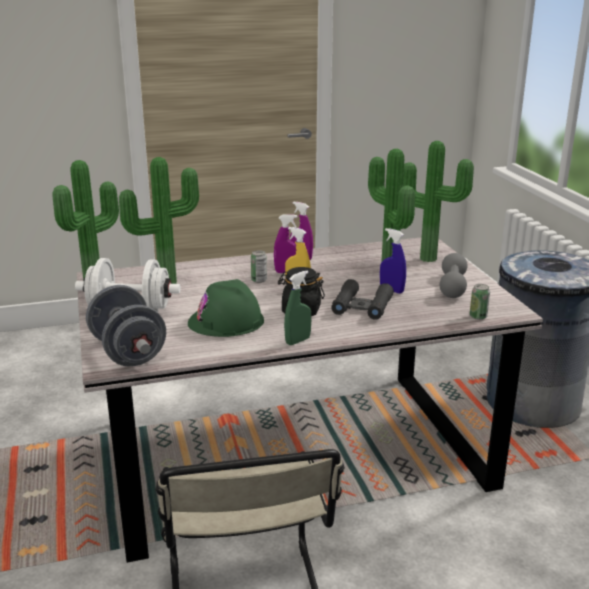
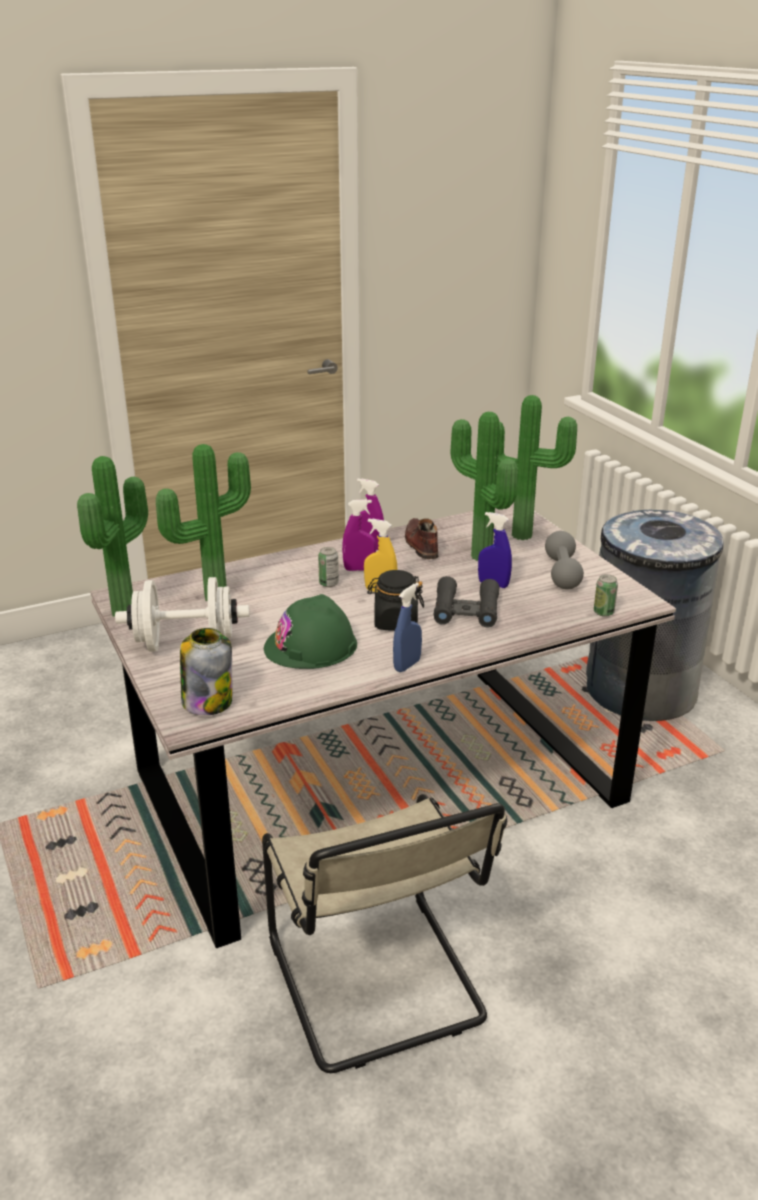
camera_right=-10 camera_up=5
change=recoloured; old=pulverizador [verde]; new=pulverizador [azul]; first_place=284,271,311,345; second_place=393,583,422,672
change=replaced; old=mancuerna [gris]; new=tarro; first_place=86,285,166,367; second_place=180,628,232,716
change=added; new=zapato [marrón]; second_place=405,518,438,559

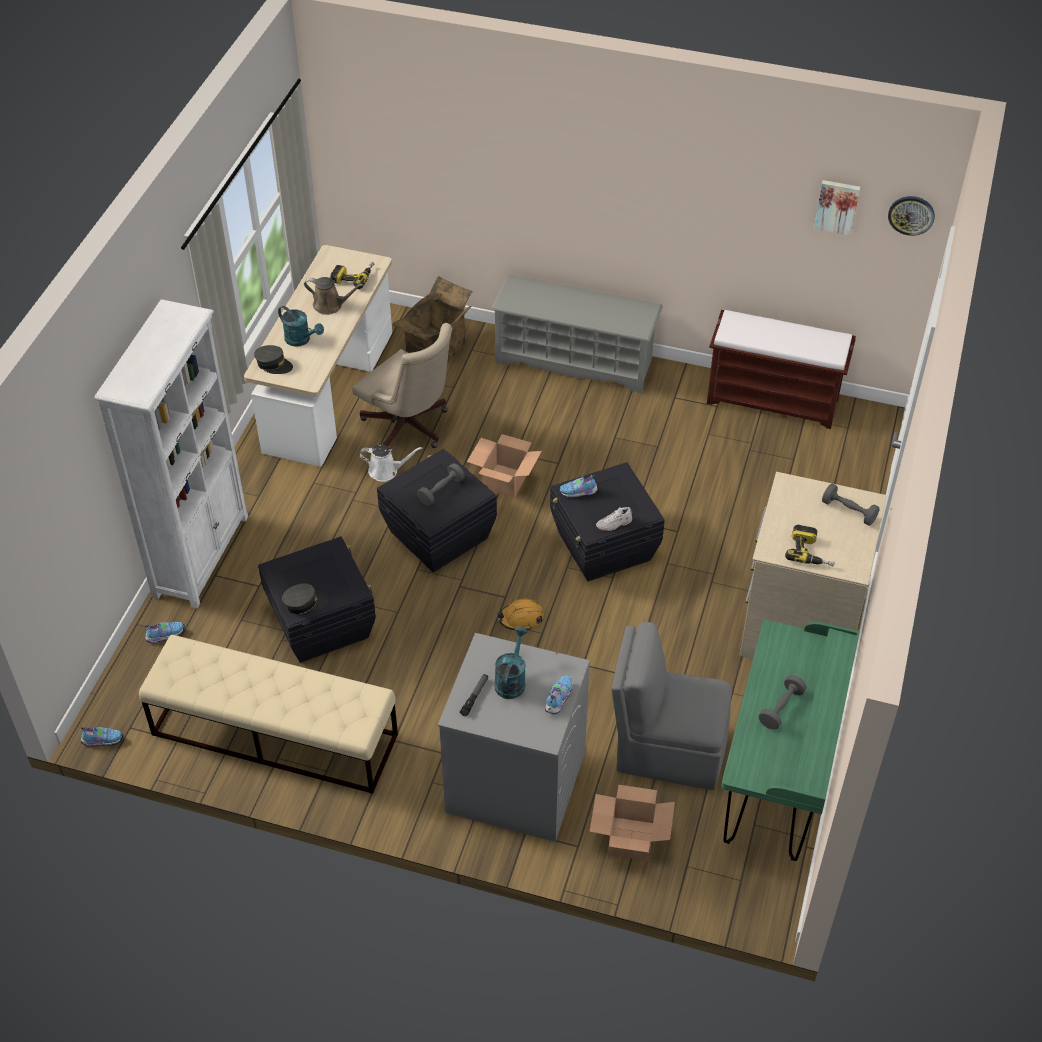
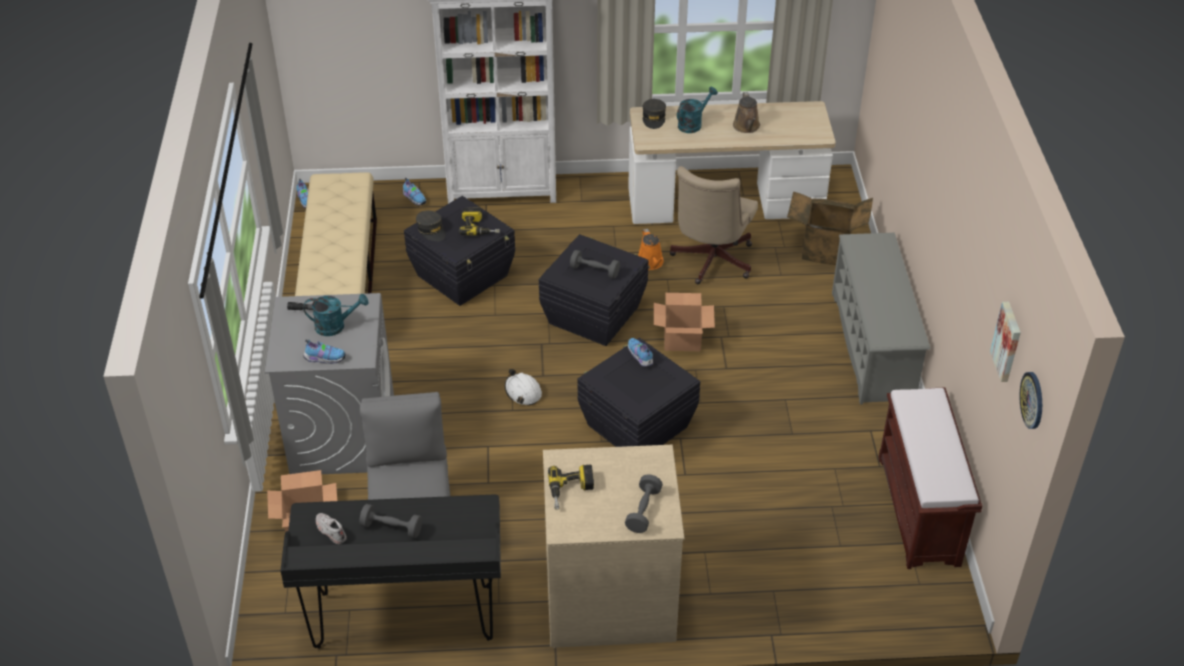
camera_right=70 camera_up=-5
change=moved; old=taladro; first_place=330,262,375,289; second_place=459,208,500,235
change=turned; old=regadera [turquesa]; first_place=278,306,324,347; second_place=677,87,718,133; degrees=-150
change=recoloured; old=regadera [blanco]; new=regadera [naranja]; first_place=359,445,422,482; second_place=638,229,664,270
change=moved; old=zapato [blanco]; first_place=596,507,632,531; second_place=316,513,347,544
change=recoloured; old=casco [naranja]; new=casco [blanco]; first_place=497,599,544,631; second_place=505,369,542,406
change=recoloured; old=escritorio [verde]; new=escritorio [negro]; first_place=721,620,860,861; second_place=280,494,501,648

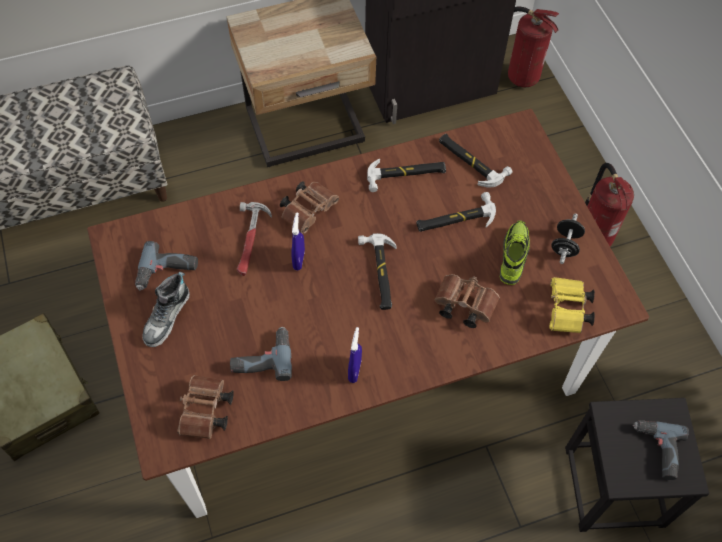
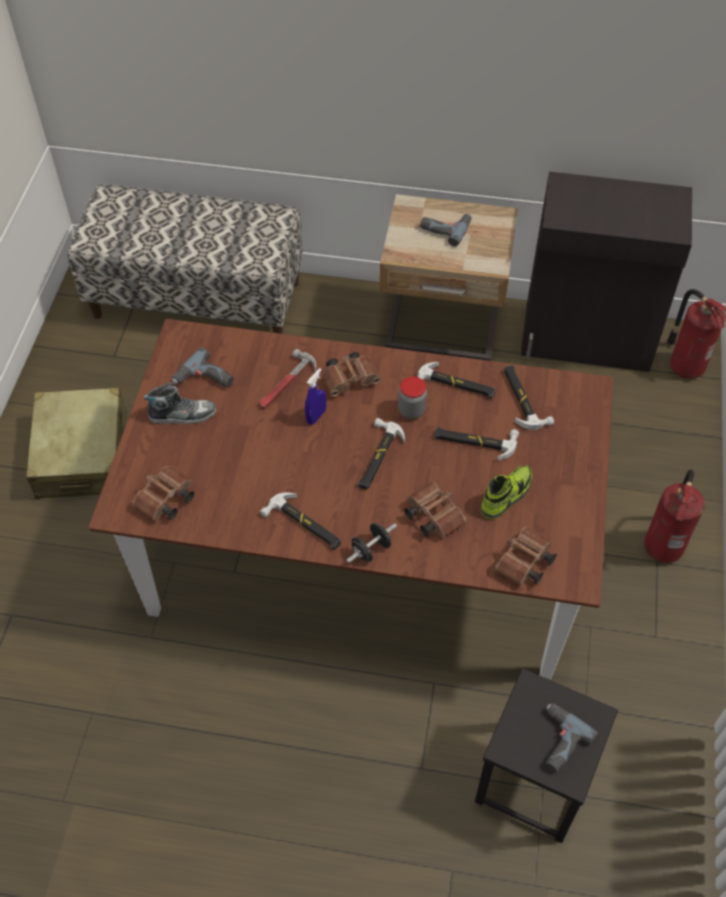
camera_right=30 camera_up=-5
change=moved; old=mancuerna [negro]; first_place=551,214,585,264; second_place=346,523,397,563
change=turned; old=zapato; first_place=142,272,190,347; second_place=144,383,216,424; degrees=-150
change=recoloured; old=prismáticos [amarillo]; new=prismáticos [marrón]; first_place=549,277,595,333; second_place=494,527,557,586
change=moved; old=taladro; first_place=230,327,292,381; second_place=420,214,472,246
change=replaced; old=pulverizador [azul]; new=martillo; first_place=348,327,362,383; second_place=260,492,341,550
change=added; new=tarro; second_place=398,376,427,419

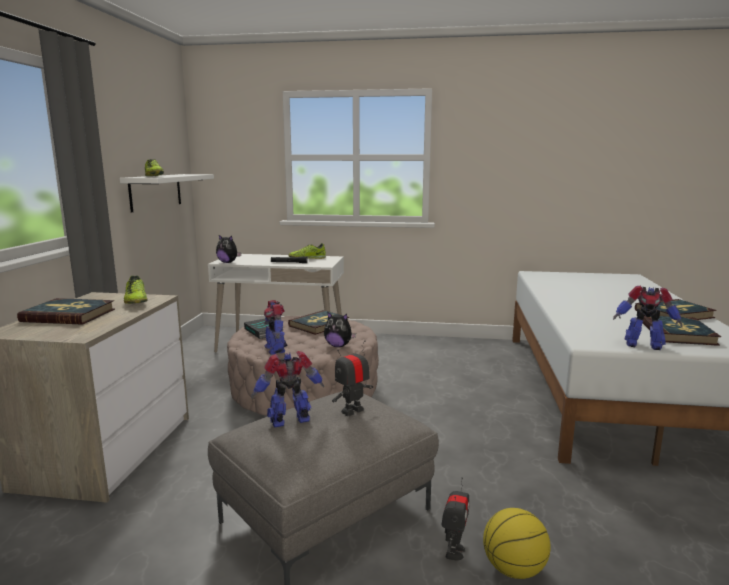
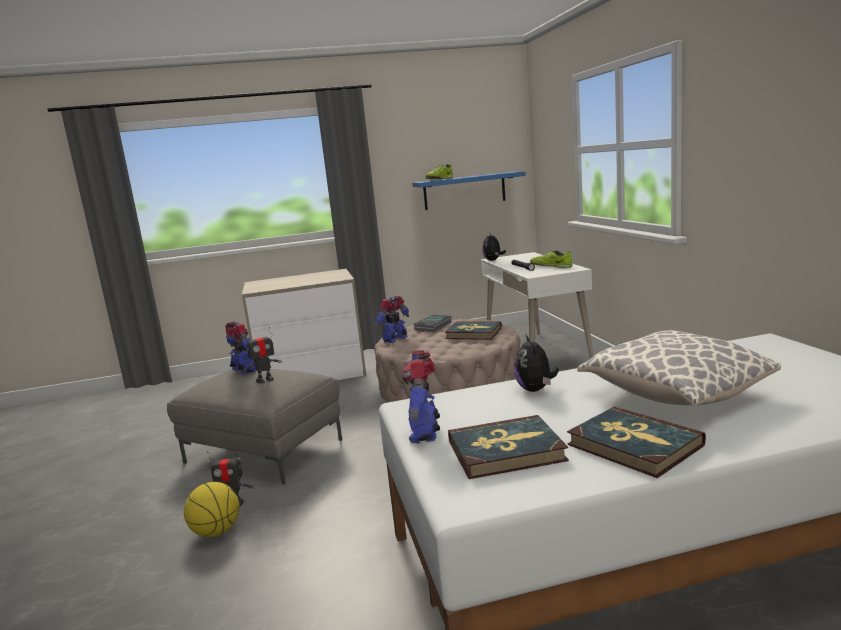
camera_right=70 camera_up=0
change=recoloured; old=estante [blanco]; new=estante [azul]; first_place=120,174,214,213; second_place=412,171,526,210
change=removed; old=zapato; first_place=124,276,147,304
change=removed; old=libro; first_place=17,298,115,325
change=moved; old=peluche; first_place=324,312,356,347; second_place=514,335,559,392
change=turned; old=robot de juguete; first_place=332,341,373,416; second_place=243,327,282,384; degrees=120
change=added; new=cojín; second_place=577,330,781,406

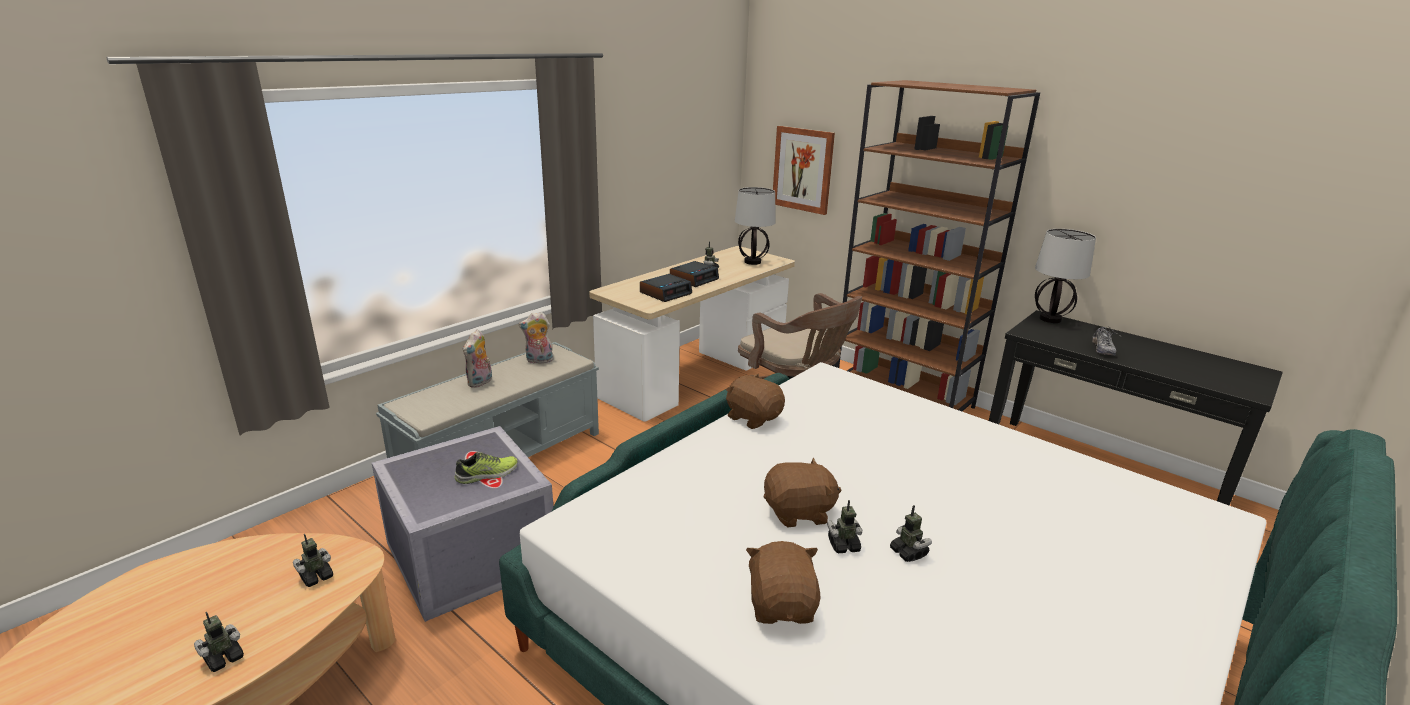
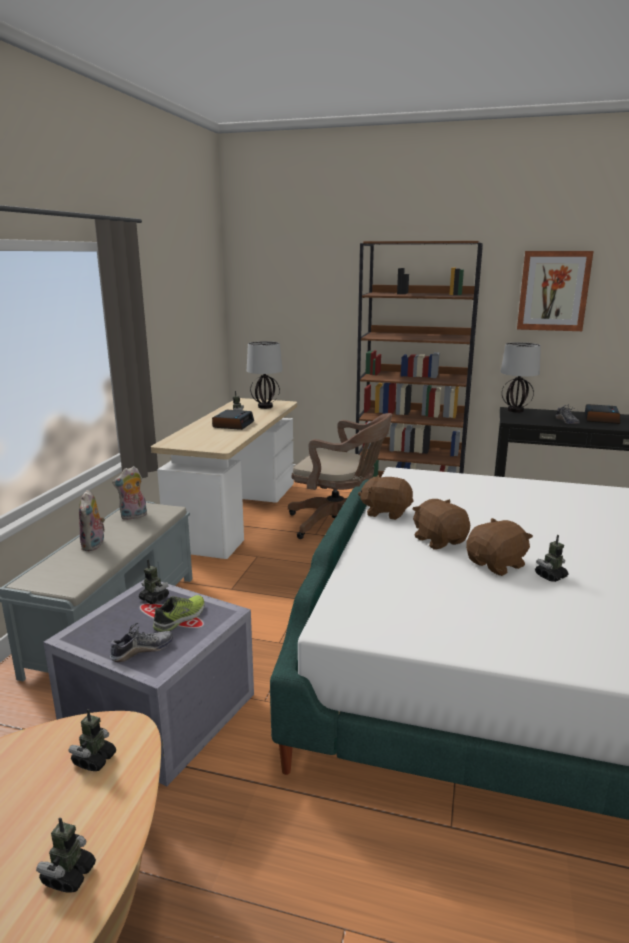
camera_right=-25 camera_up=-5
change=moved; old=cuadro; first_place=773,126,835,215; second_place=517,251,594,331
change=moved; old=despertador; first_place=640,274,692,302; second_place=585,404,621,424
change=moved; old=robot de juguete; first_place=890,505,932,562; second_place=139,559,169,604
change=moved; old=peluche [marrón]; first_place=746,541,821,624; second_place=413,499,470,549
change=added; new=zapato; second_place=109,623,173,662

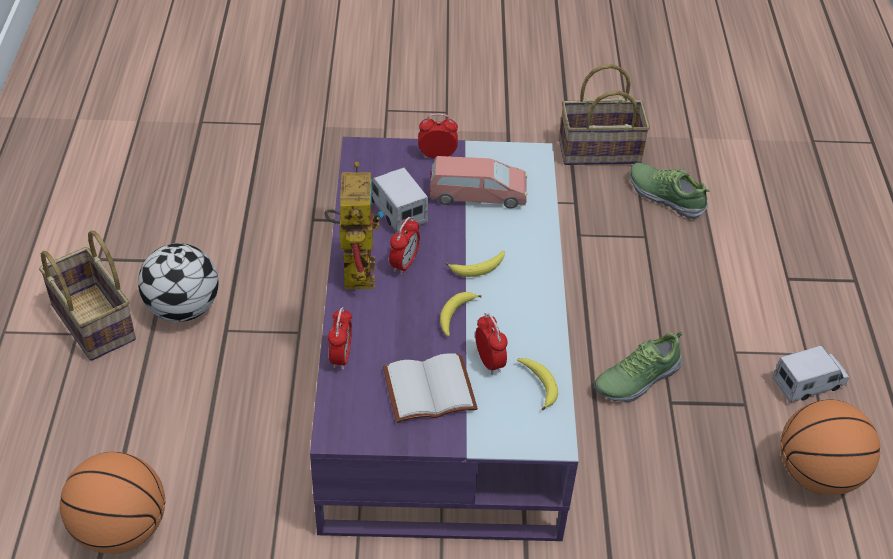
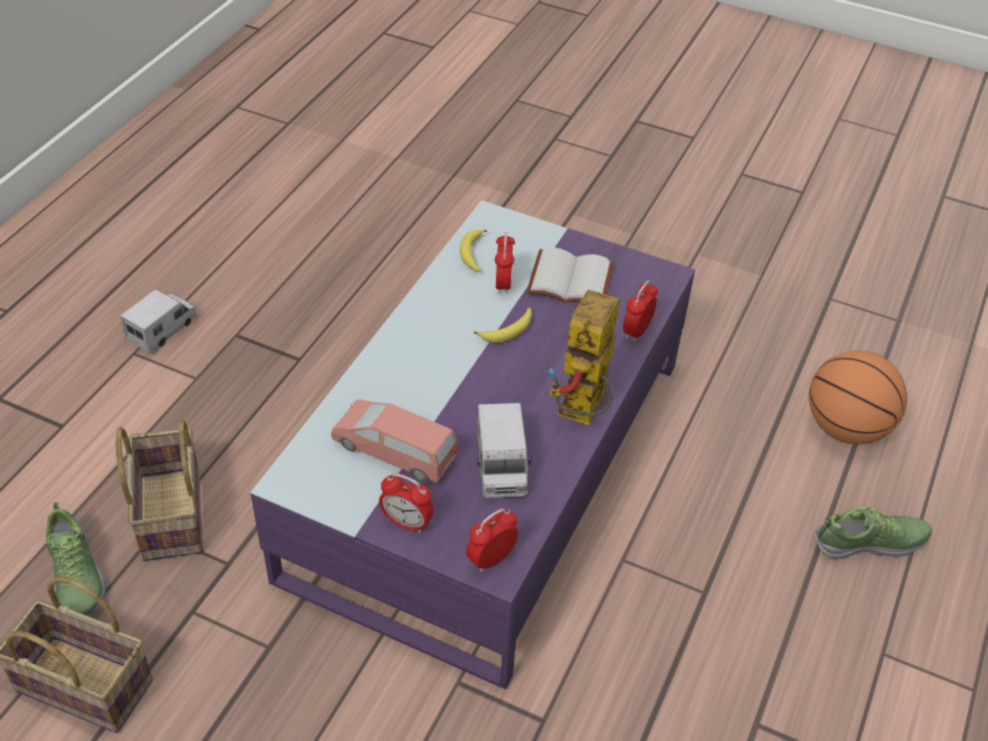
camera_right=-155 camera_up=0
change=moved; old=despertador; first_place=389,217,420,275; second_place=466,508,518,572
change=moved; old=cesta; first_place=39,230,136,361; second_place=116,419,203,561
change=removed; old=balón de fútbol; first_place=138,243,218,322
change=removed; old=plátano; first_place=446,250,505,277
change=moved; old=zapato; first_place=595,332,683,402; second_place=813,507,932,560
change=turned; old=camión de juguete; first_place=772,345,849,403; second_place=120,289,197,353; degrees=120
change=removed; old=balón de baloncesto; first_place=780,399,880,495

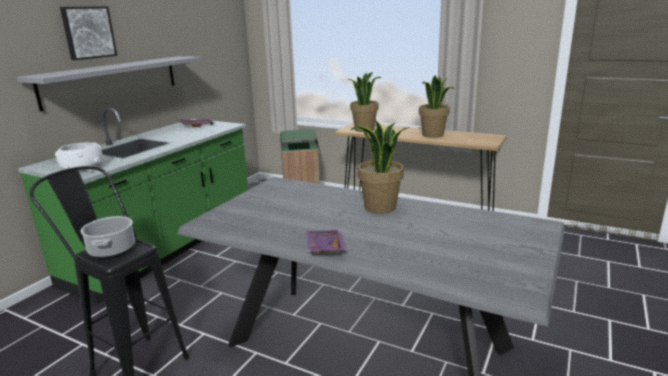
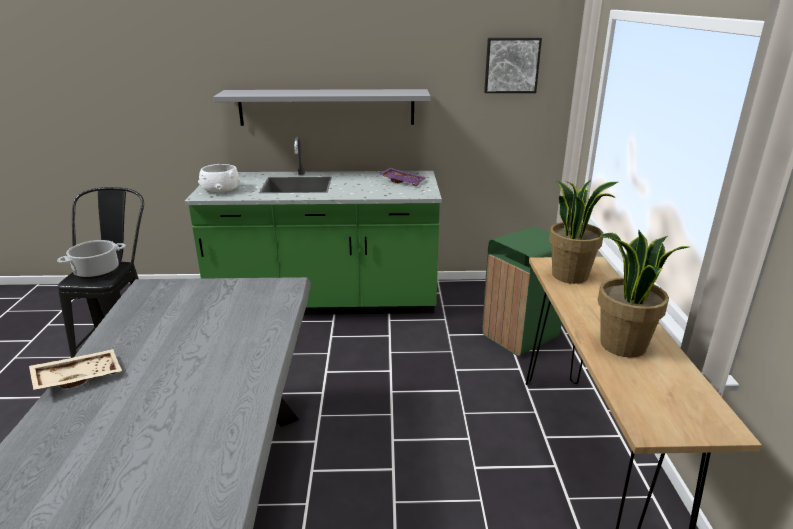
camera_right=60 camera_up=5
change=moved; old=cuadro; first_place=60,6,117,60; second_place=484,38,542,93
change=removed; old=planta en maceta; first_place=350,120,410,214
change=recoloured; old=bandeja [morado]; new=bandeja [beis]; first_place=306,230,346,253; second_place=29,349,122,390

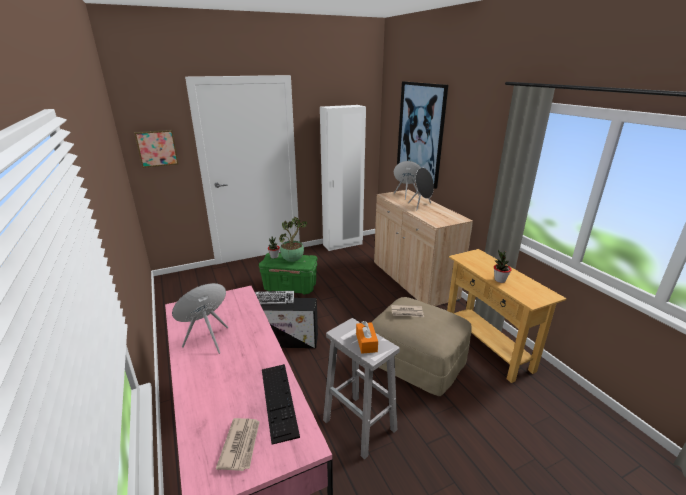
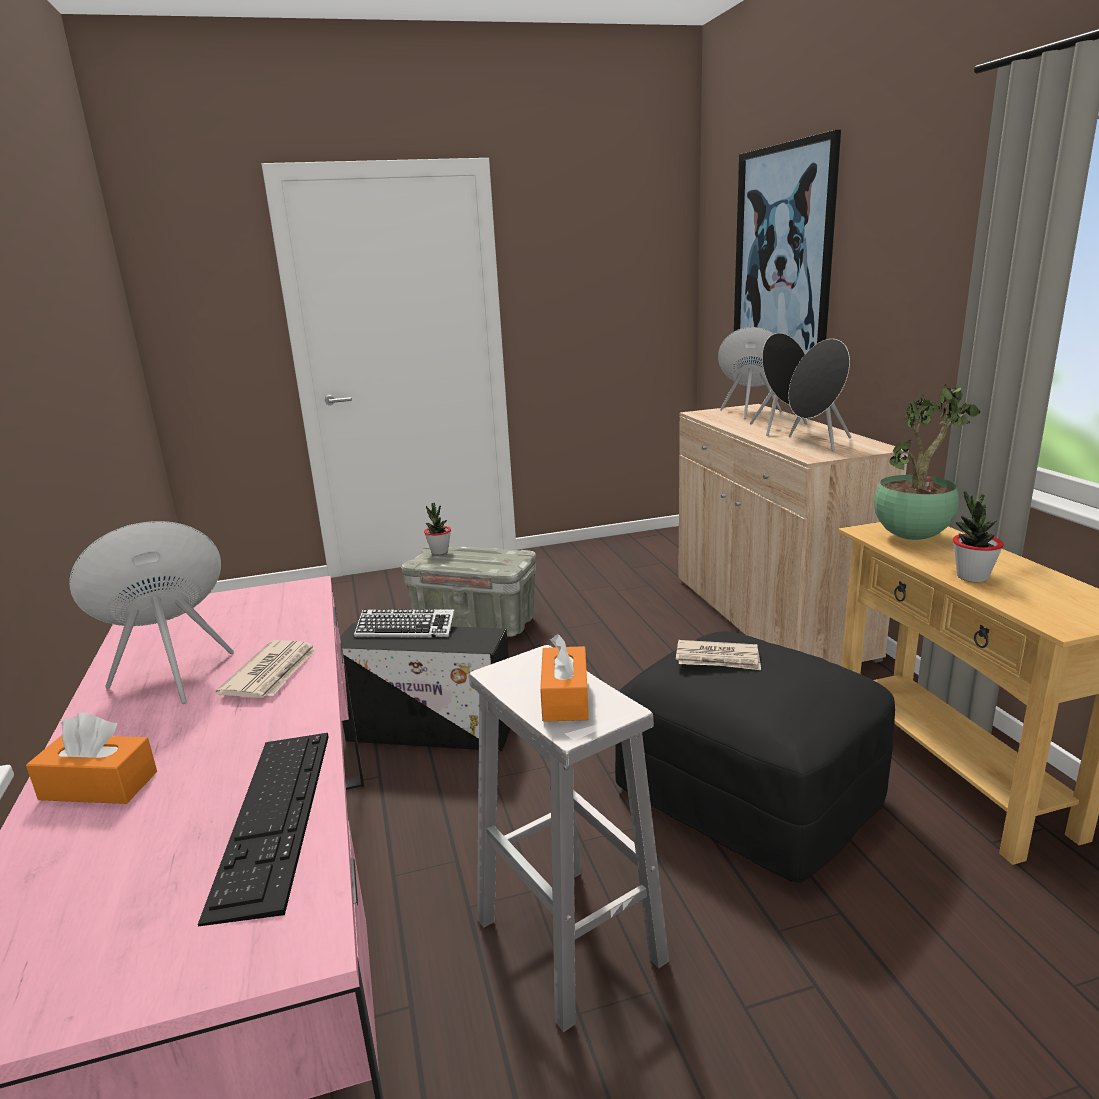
camera_right=10 camera_up=-5
change=removed; old=armario ropero [blanco]; first_place=320,105,366,251
change=removed; old=cuadro; first_place=135,130,178,168
change=moved; old=planta en maceta; first_place=279,217,307,262; second_place=874,384,980,540
change=recoloured; old=caja de almacenaje [verde]; new=caja de almacenaje [gris]; first_place=259,253,317,295; second_place=401,545,536,637
change=recoloured; old=puf [beis]; new=puf [negro]; first_place=372,297,472,396; second_place=615,631,895,883
change=moved; old=periódico; first_place=216,418,260,471; second_place=216,640,317,698
change=added; new=altavoz [negro]; second_place=788,339,851,451
change=added; new=caja de pañuelos [naranja]; second_place=26,713,157,804

